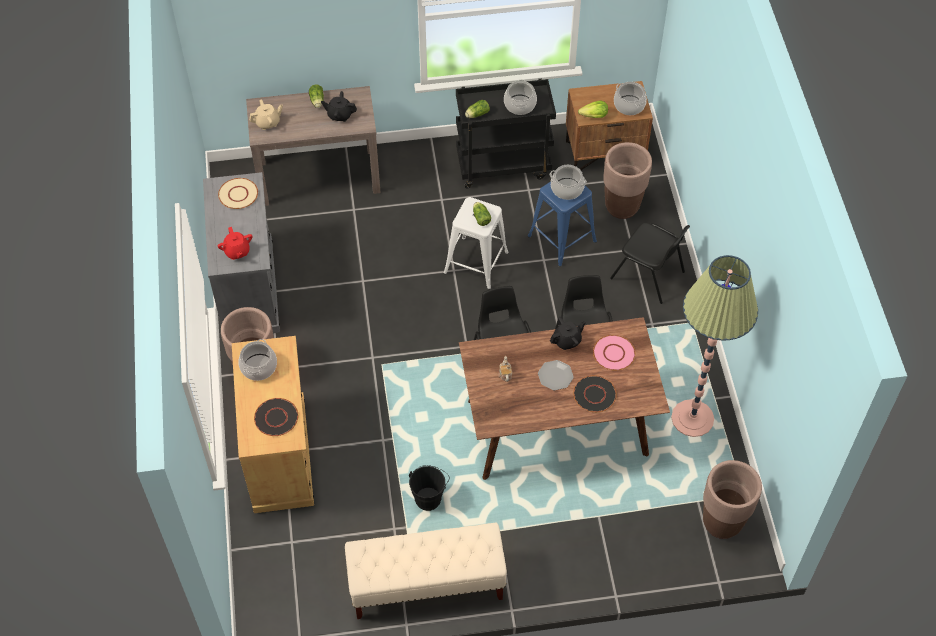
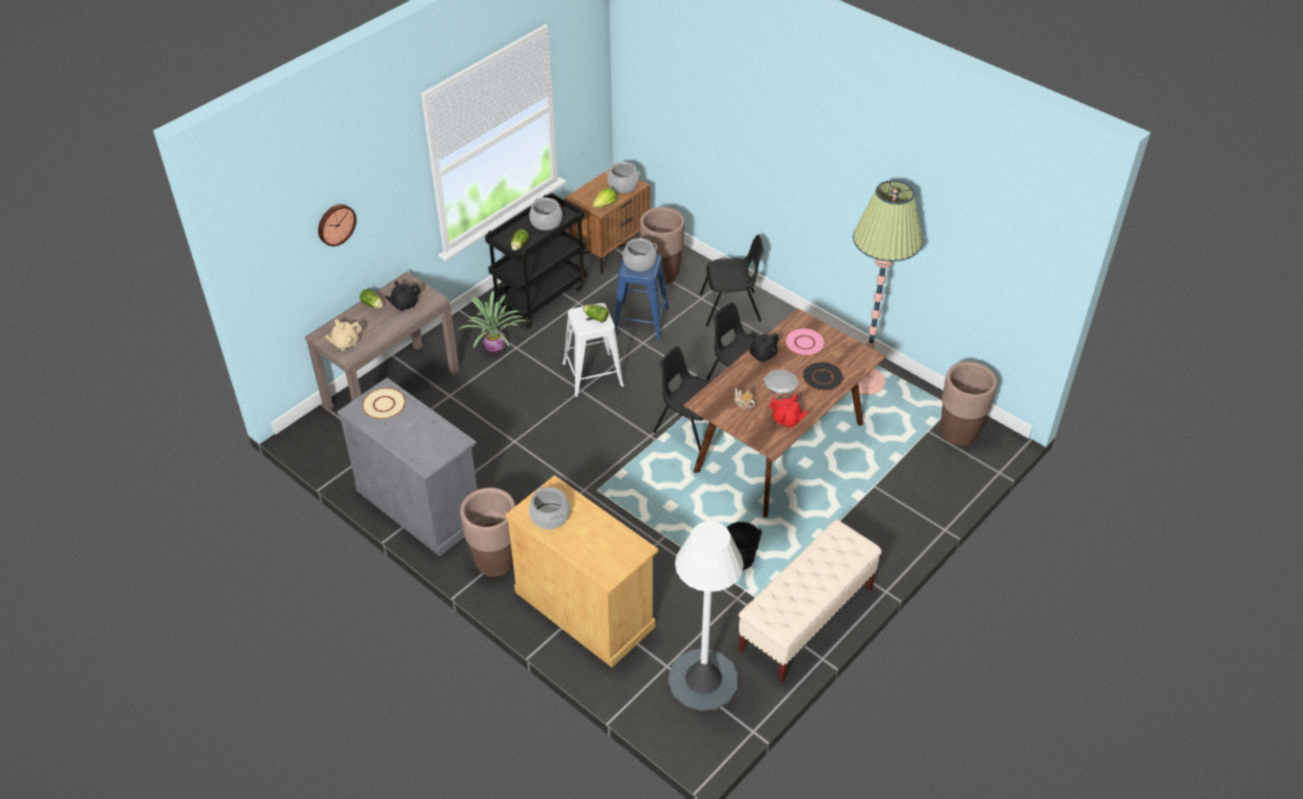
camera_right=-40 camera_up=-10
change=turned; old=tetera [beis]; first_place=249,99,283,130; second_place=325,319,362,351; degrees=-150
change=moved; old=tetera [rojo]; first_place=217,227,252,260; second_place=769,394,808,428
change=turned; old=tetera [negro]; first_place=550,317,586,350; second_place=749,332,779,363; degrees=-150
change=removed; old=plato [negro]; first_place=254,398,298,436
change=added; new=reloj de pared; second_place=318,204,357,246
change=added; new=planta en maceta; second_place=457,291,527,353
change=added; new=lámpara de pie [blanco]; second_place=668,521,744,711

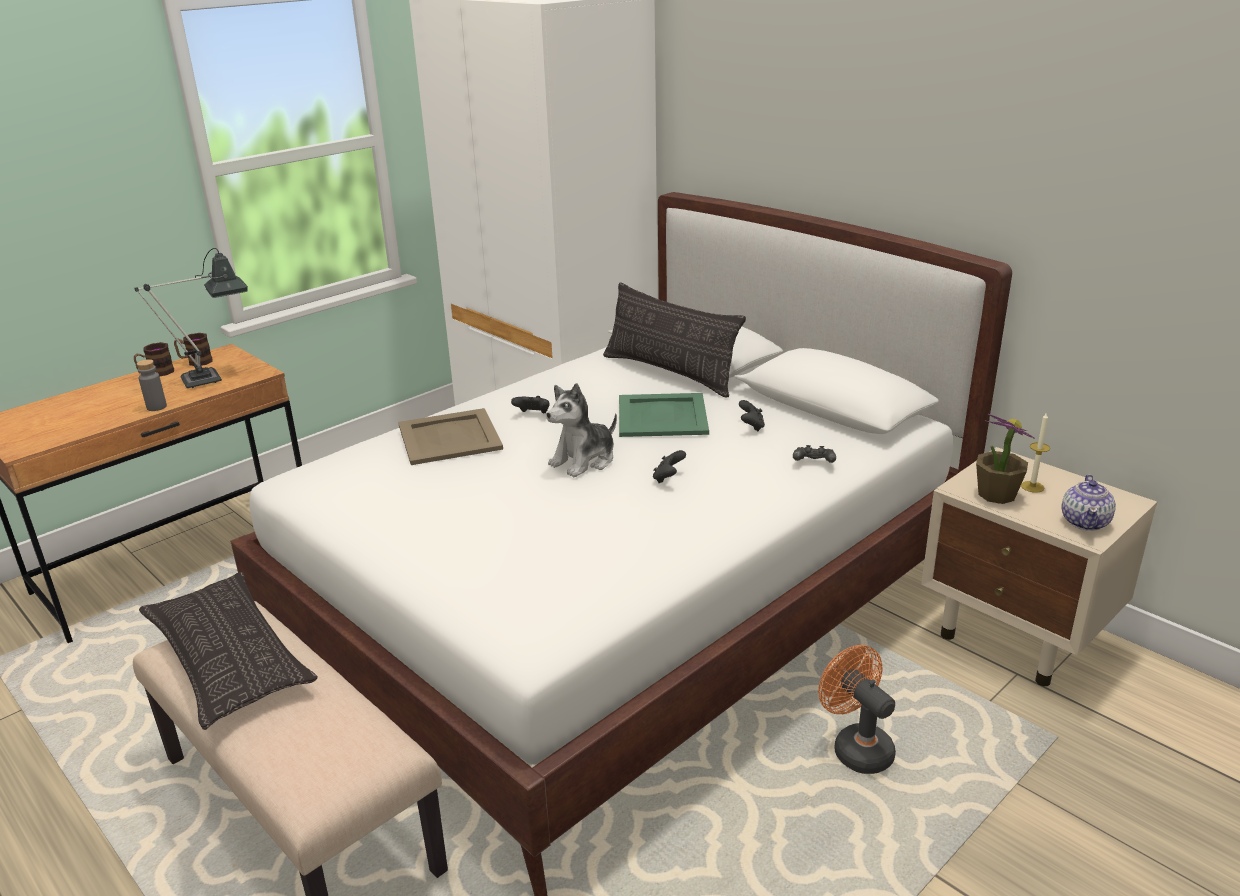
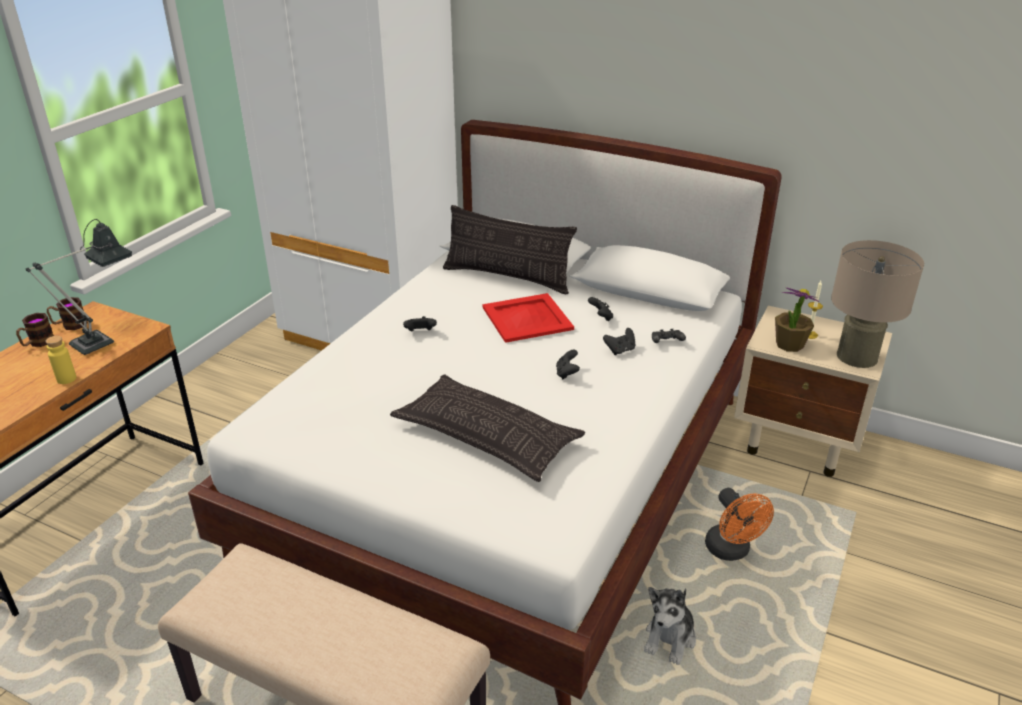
camera_right=-20 camera_up=5
change=recoloured; old=botella [gris]; new=botella [amarillo]; first_place=137,359,167,411; second_place=46,336,76,384
change=moved; old=peluche; first_place=546,383,617,477; second_place=644,587,696,665
change=recoloured; old=bandeja [verde]; new=bandeja [rojo]; first_place=619,393,709,437; second_place=482,293,574,343
change=removed; old=bandeja [beis]; first_place=398,408,503,465
change=replaced; old=tetera; new=lámpara de mesa [beis]; first_place=1061,475,1116,531; second_place=831,240,924,368
change=moved; old=cojín; first_place=139,572,318,730; second_place=390,374,585,482
change=turned; old=ventilador [naranja]; first_place=818,645,896,774; second_place=705,488,774,561; degrees=-150
change=added; new=mando de consola [negro]; second_place=603,328,635,355

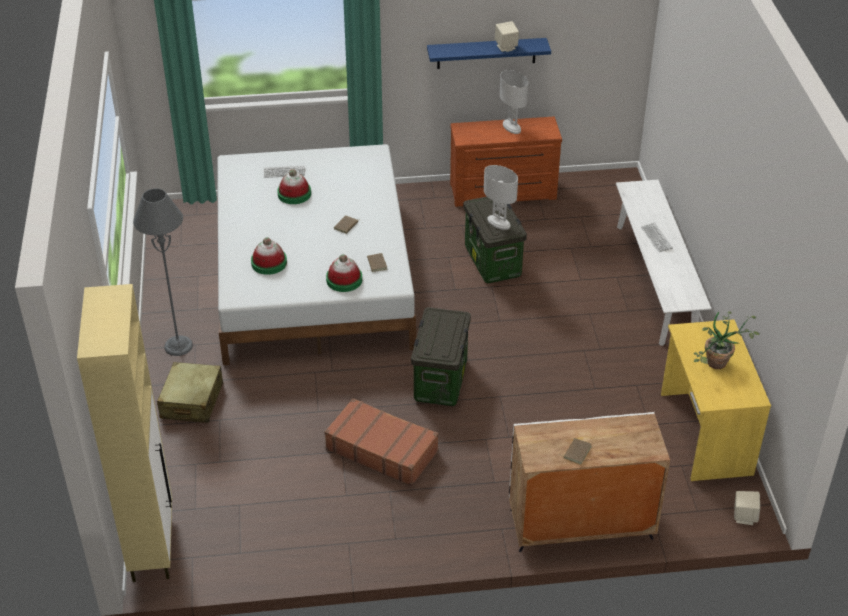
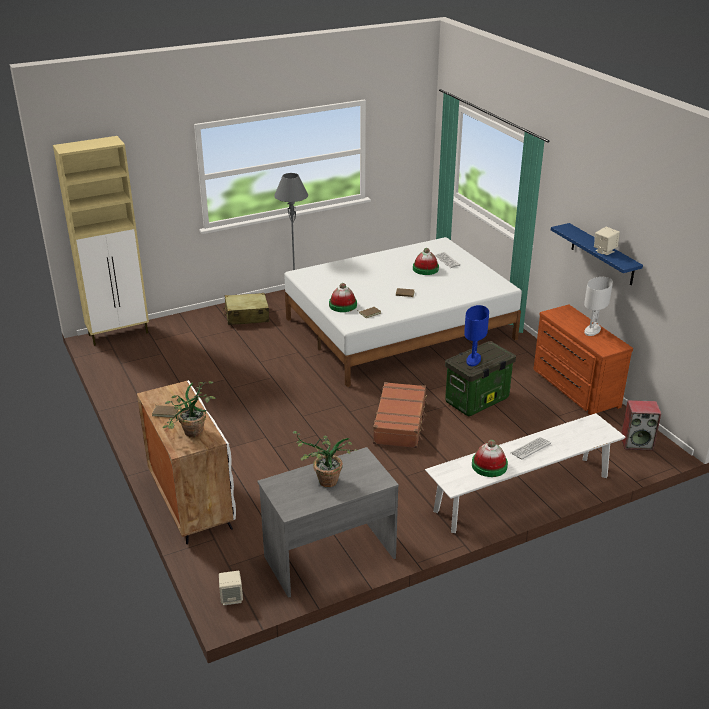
camera_right=70 camera_up=-10
change=recoloured; old=lámpara de mesa [blanco]; new=lámpara de mesa [azul]; first_place=484,165,518,230; second_place=464,305,489,366
change=moved; old=sombrero; first_place=251,237,287,275; second_place=472,440,508,477
change=removed; old=caja de almacenaje; first_place=411,307,471,406
change=recoloured; old=escritorio [amarillo]; new=escritorio [gris]; first_place=661,319,771,481; second_place=257,447,399,598
change=moved; old=maleta [marrón]; first_place=324,398,439,486; second_place=373,382,428,448
change=added; new=planta en maceta; second_place=163,381,216,437
change=added; new=altavoz; second_place=621,400,661,451

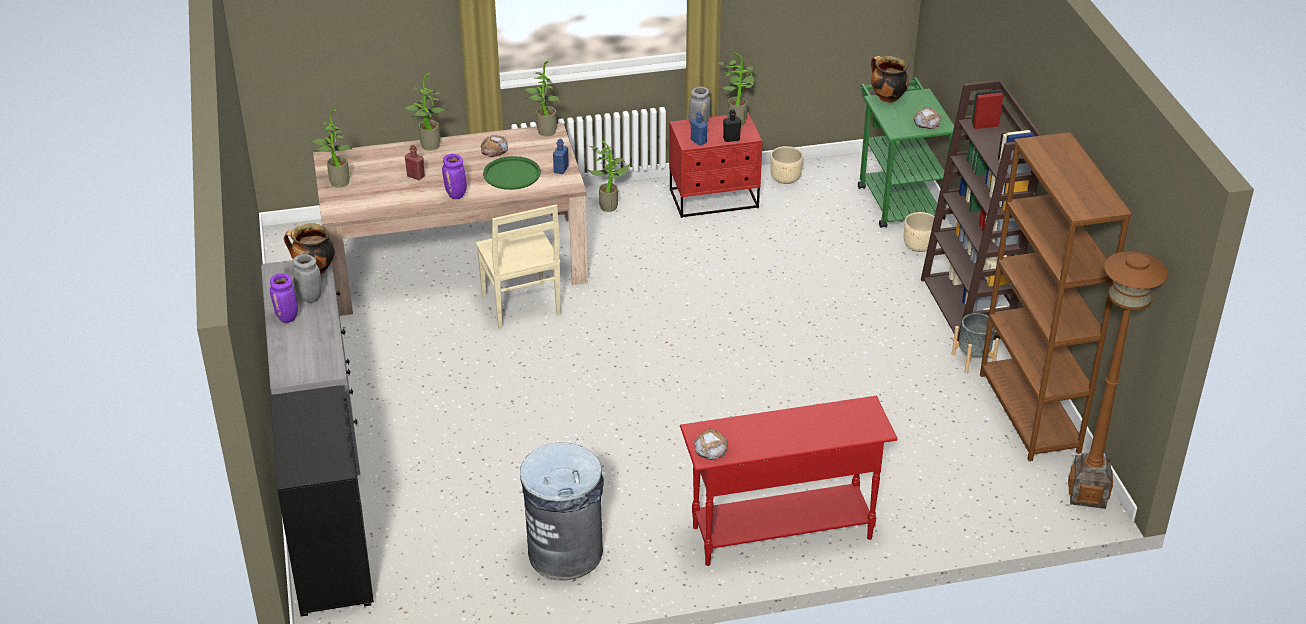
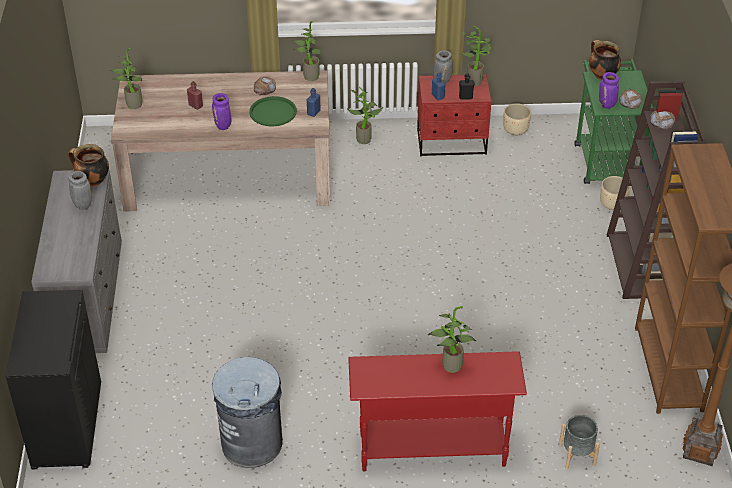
camera_right=10 camera_up=5
change=moved; old=planta en maceta; first_place=401,73,448,151; second_place=428,306,477,373
change=removed; old=silla [beis]; first_place=476,205,561,330
change=moved; old=florero [morado]; first_place=270,273,298,323; second_place=599,72,619,109
change=moved; old=maceta [gris]; first_place=952,313,999,374; second_place=559,415,600,469
change=moved; old=pan; first_place=694,428,728,461; second_place=650,110,676,130

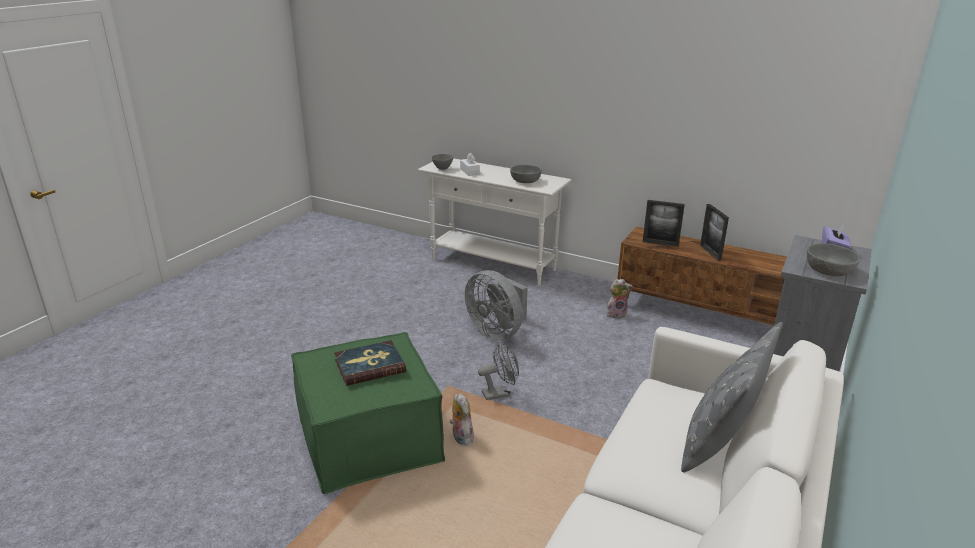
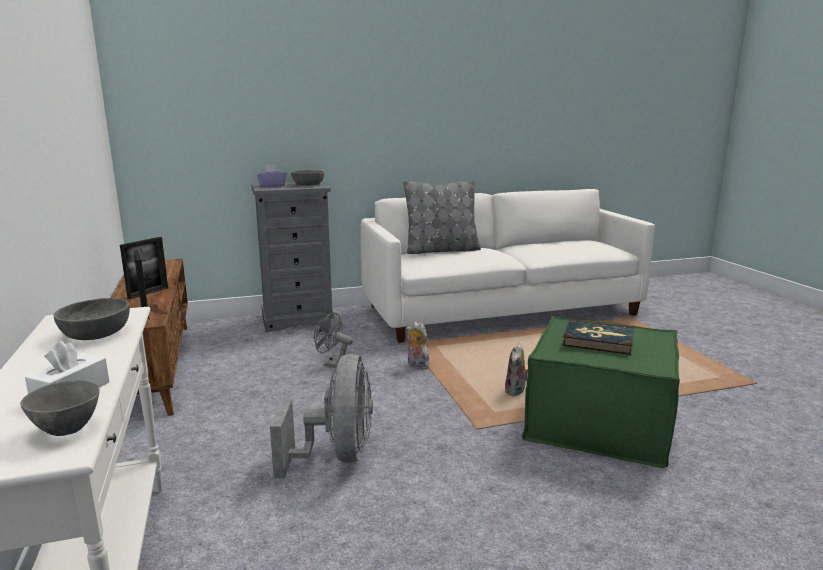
camera_right=-135 camera_up=-10
change=moved; old=peluche; first_place=606,279,633,318; second_place=405,322,429,370
change=moved; old=ventilador [gris]; first_place=478,342,519,400; second_place=314,313,353,368

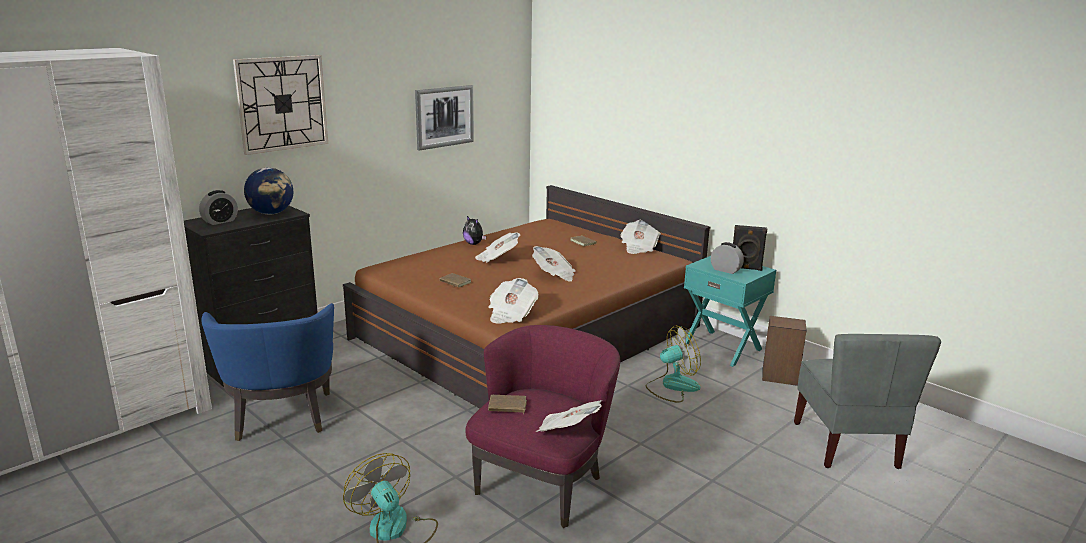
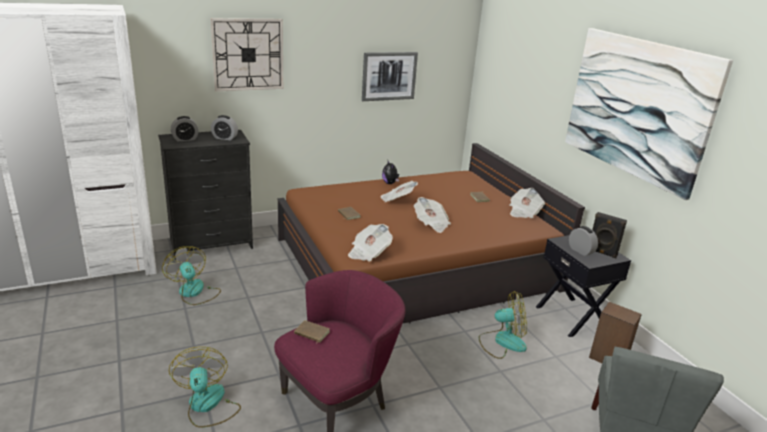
camera_right=20 camera_up=5
change=replaced; old=globo terráqueo; new=despertador; first_place=244,168,293,214; second_place=211,115,238,140
change=recoloured; old=mesita de noche [turquesa]; new=mesita de noche [negro]; first_place=684,256,776,367; second_place=536,235,631,337
change=replaced; old=sillón [azul]; new=ventilador; first_place=201,303,334,441; second_place=162,246,221,305
change=removed; old=periódico; first_place=536,400,602,432
change=added; new=cuadro; second_place=565,28,733,200

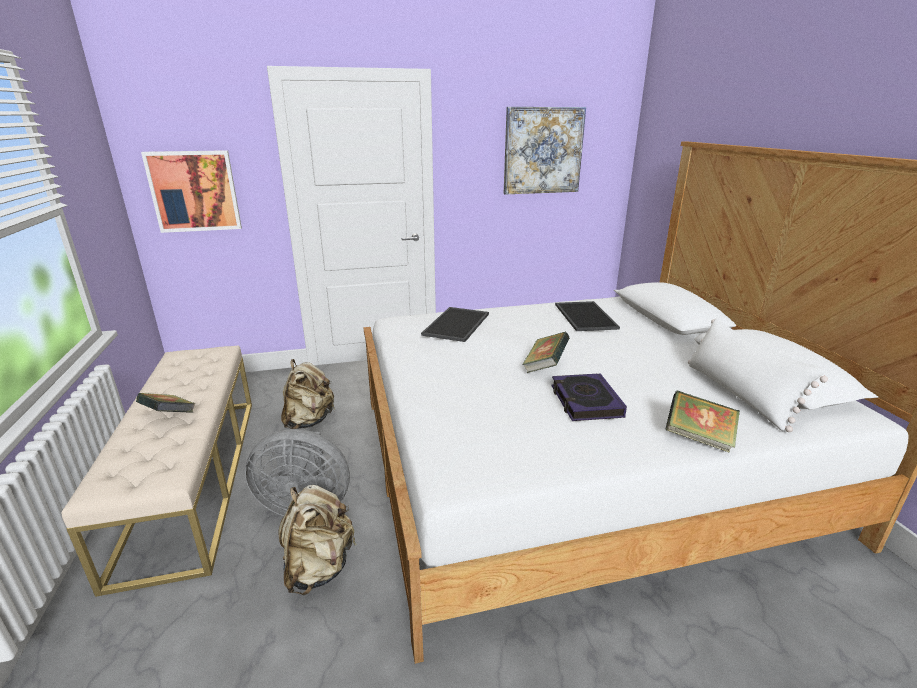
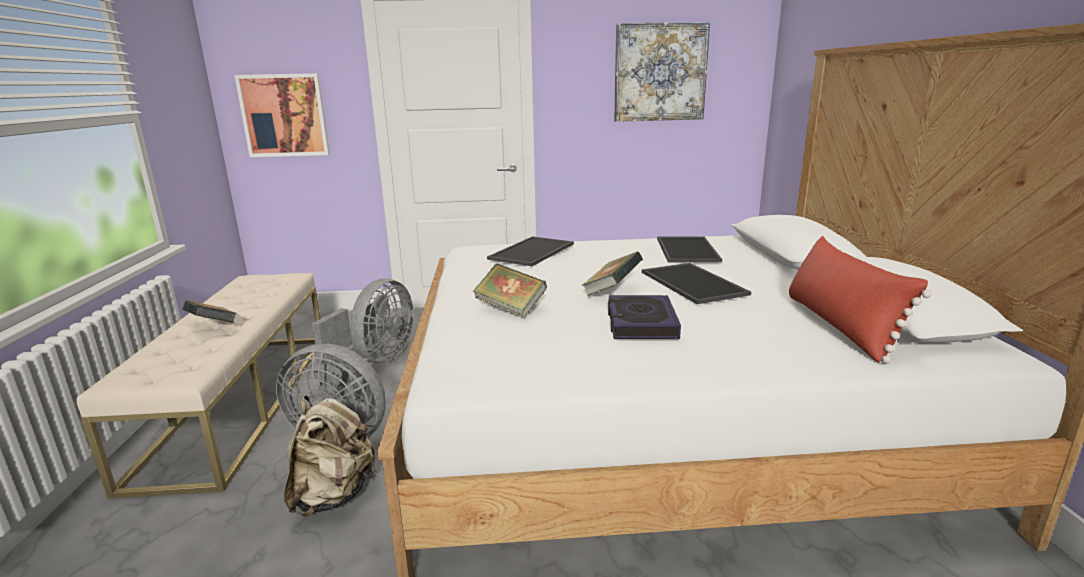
camera_right=10 camera_up=-5
change=recoloured; old=cojín [blanco]; new=cojín [rojo]; first_place=688,317,828,432; second_place=789,236,932,364
change=replaced; old=mochila [beis]; new=ventilador [gris]; first_place=281,359,336,429; second_place=312,278,413,363
change=moved; old=libro; first_place=665,391,740,453; second_place=473,263,547,318
change=added; new=bandeja; second_place=642,263,751,304

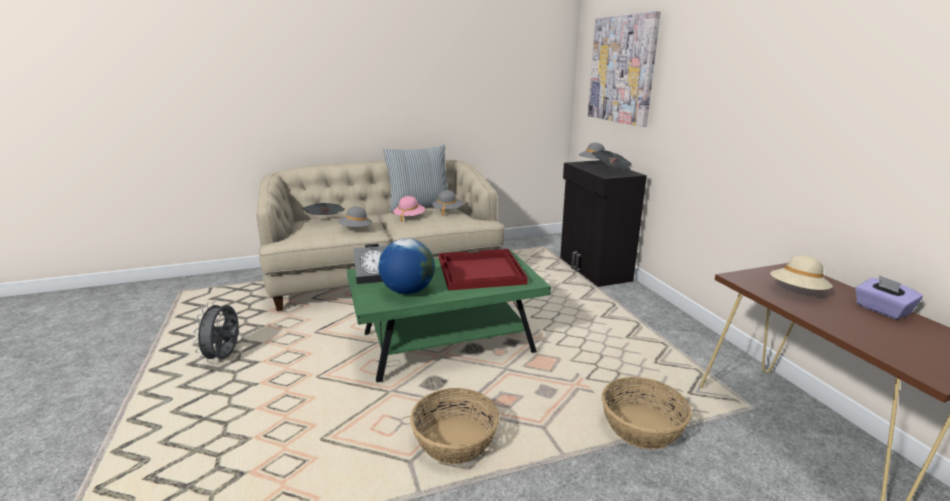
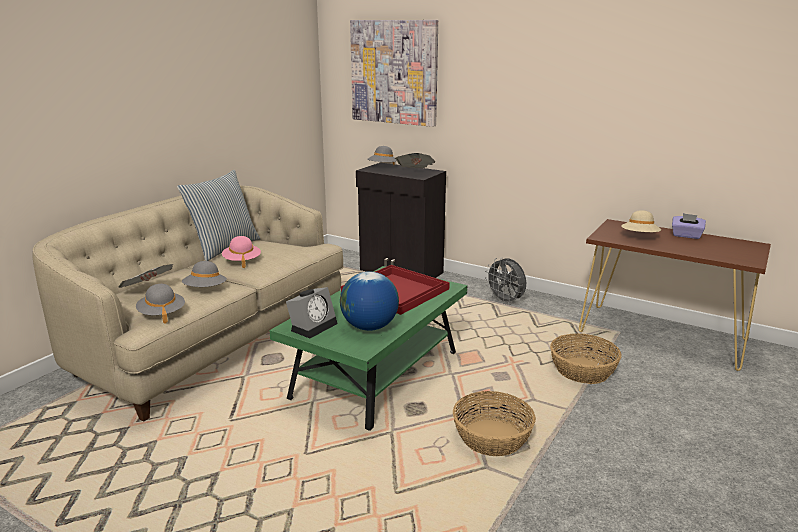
camera_right=-40 camera_up=0
change=moved; old=sombrero [gris]; first_place=432,190,463,216; second_place=136,284,185,324
change=moved; old=ventilador [gris]; first_place=193,301,239,363; second_place=485,258,526,305

